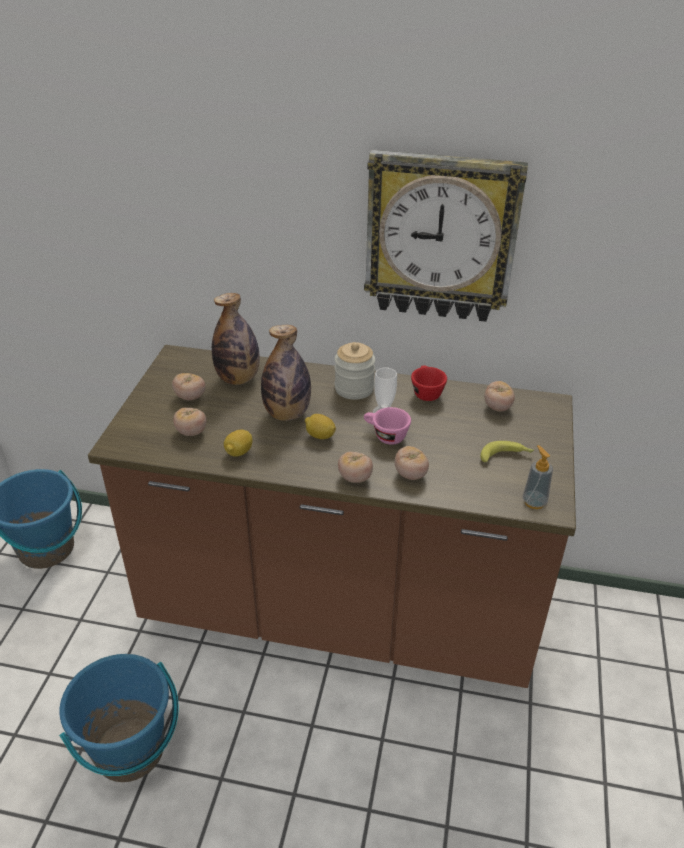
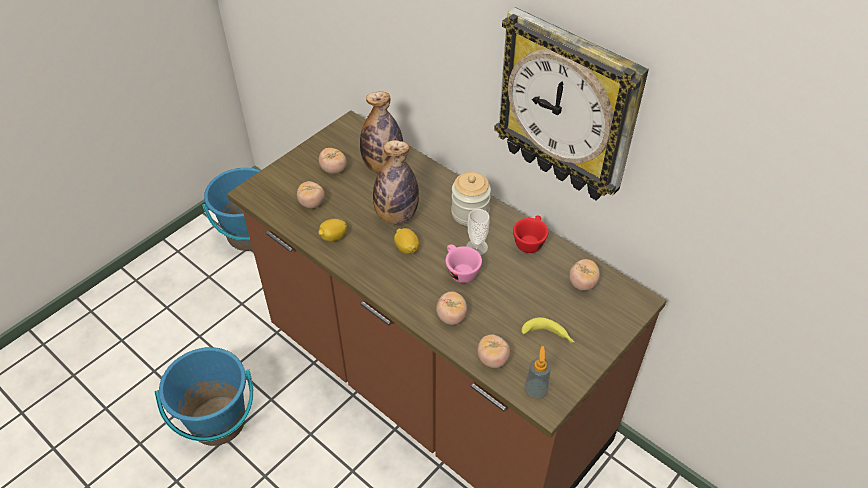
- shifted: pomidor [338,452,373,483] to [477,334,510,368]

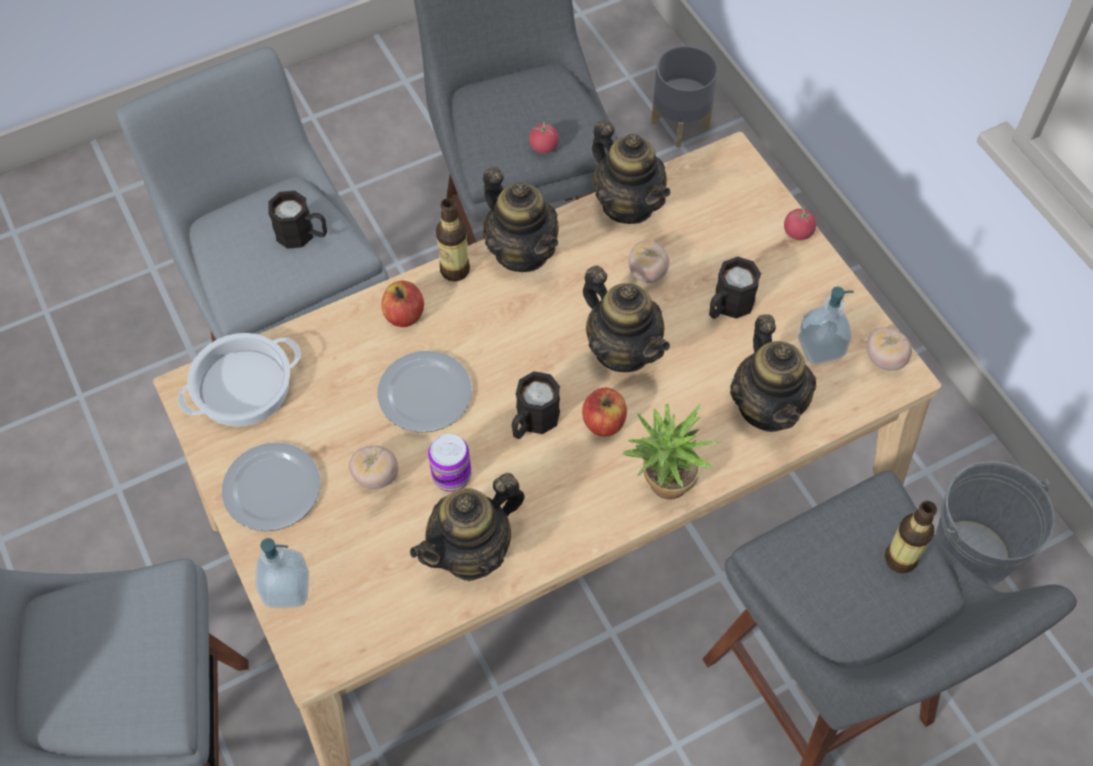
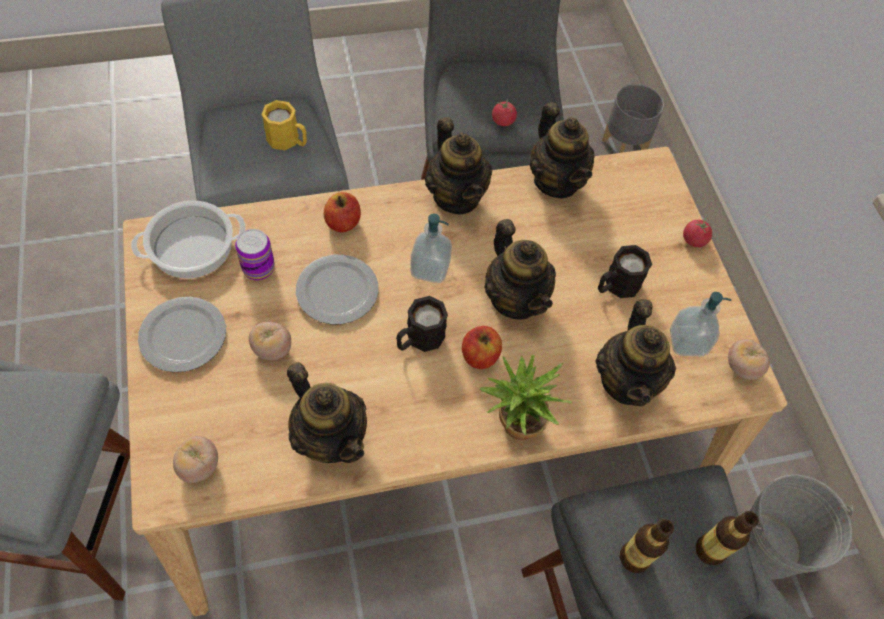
- repainted: kubek [czarny] [268,191,327,249] to kubek [żółty] [261,100,307,150]
- shifted: butelka [436,198,470,281] to [620,519,674,573]
- shifted: pomidor [628,241,669,283] to [173,436,218,483]
- shifted: puszka [428,434,471,492] to [235,229,275,280]
- rotated: imbryk [410,473,525,581] = [287,362,367,463] 105 degrees counterclockwise
- shifted: dozownik mydła [255,538,309,608] to [410,214,452,283]

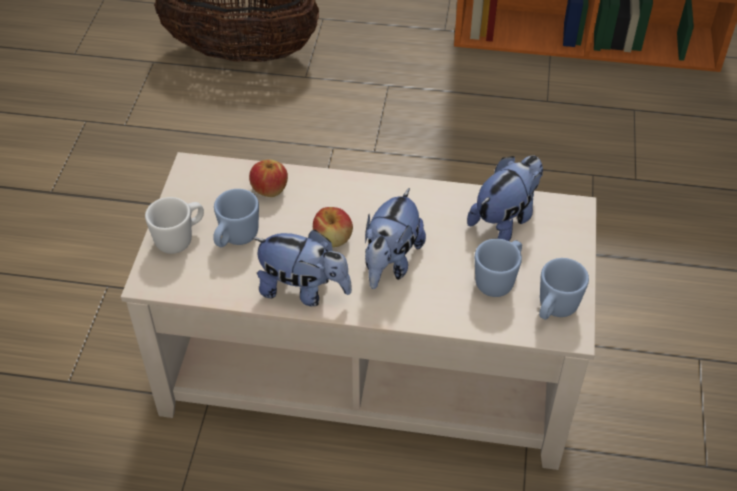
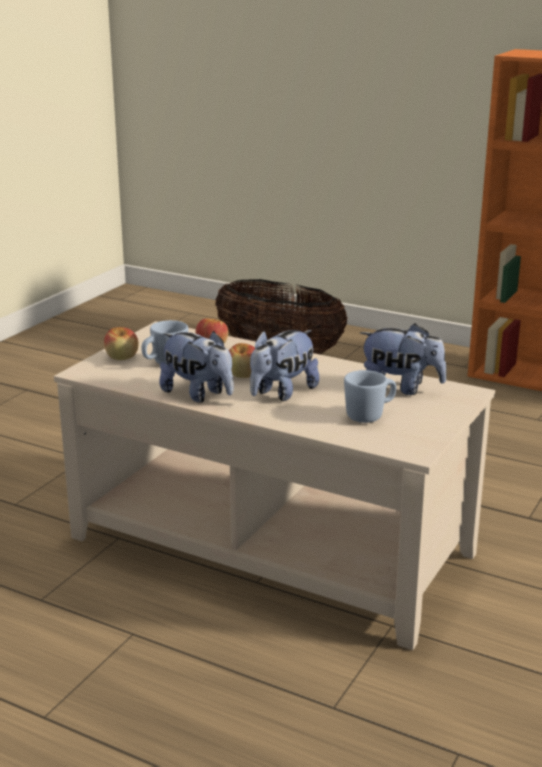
- rotated: pluszak [467,155,543,241] = [360,323,447,395] 45 degrees clockwise
- swapped: kubek [biały] [145,197,204,254] to jabłko [104,327,139,360]
- gone: kubek [niebieski] [539,258,589,320]

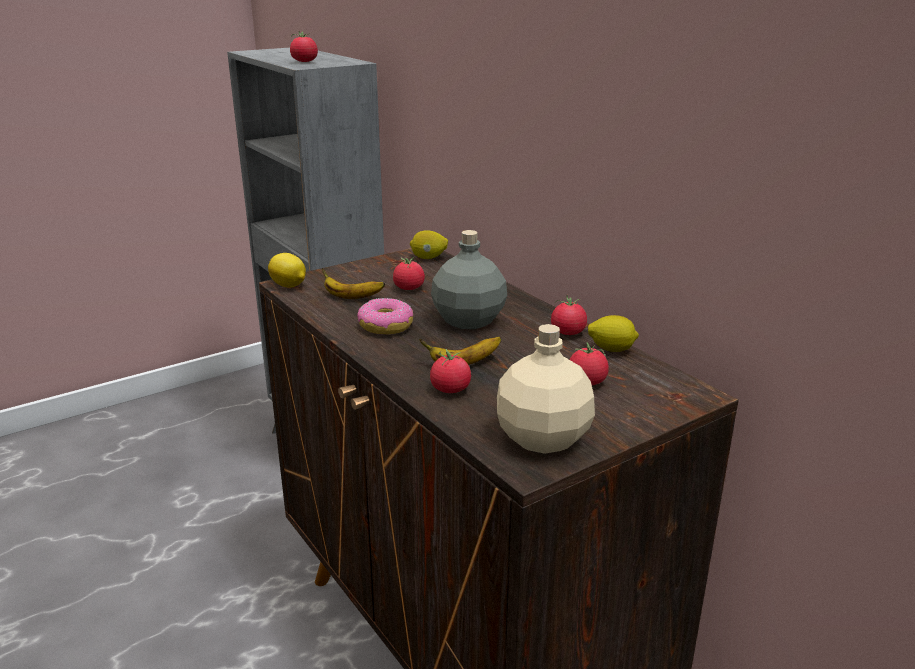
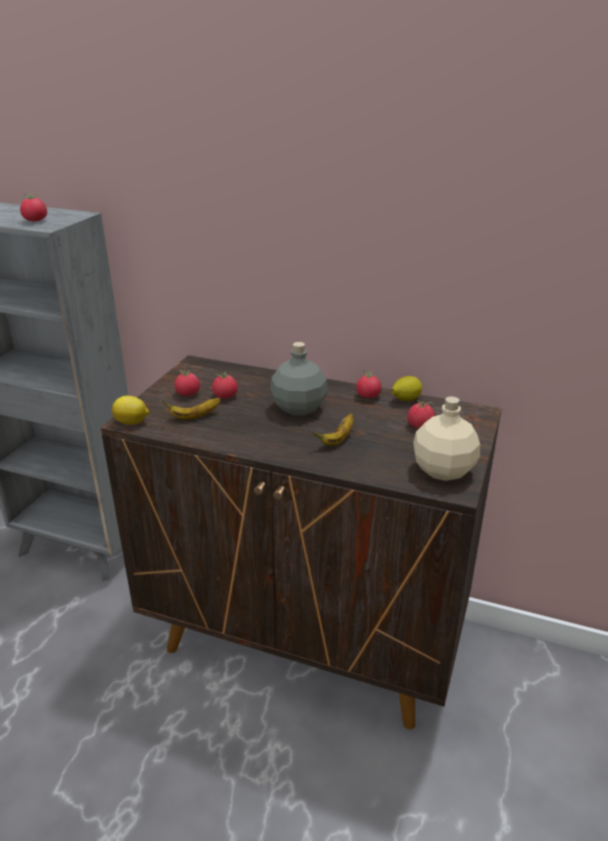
- gone: cytryna [410,230,448,259]
- gone: donut [357,298,413,334]
- shifted: pomidor [430,349,471,393] to [174,370,200,396]

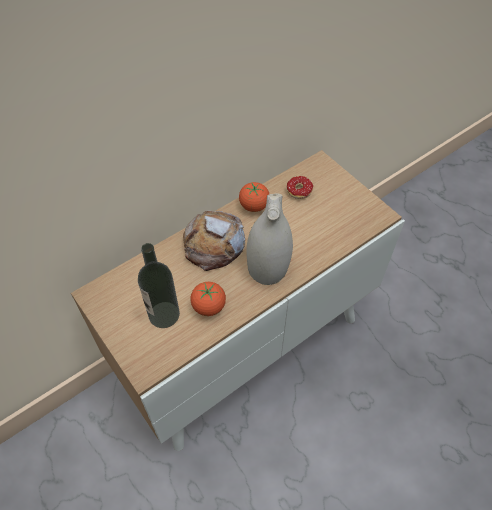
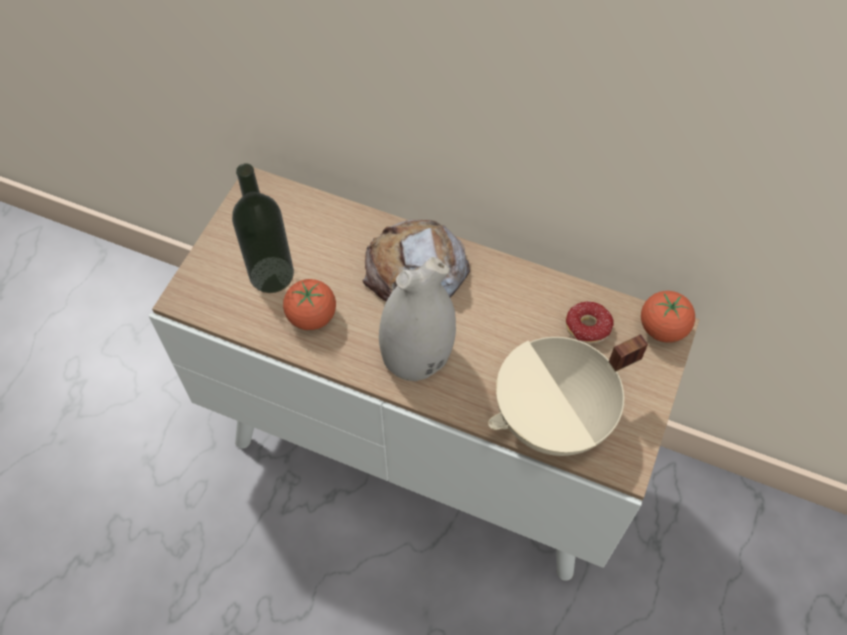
- shifted: pomidor [239,182,269,212] to [641,291,695,343]
- new: garnek [beżowy] [488,334,648,456]

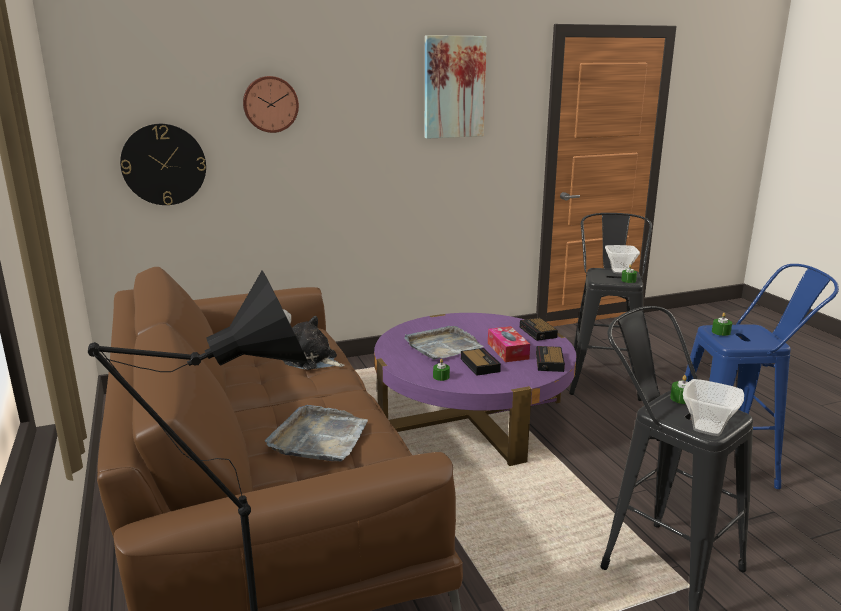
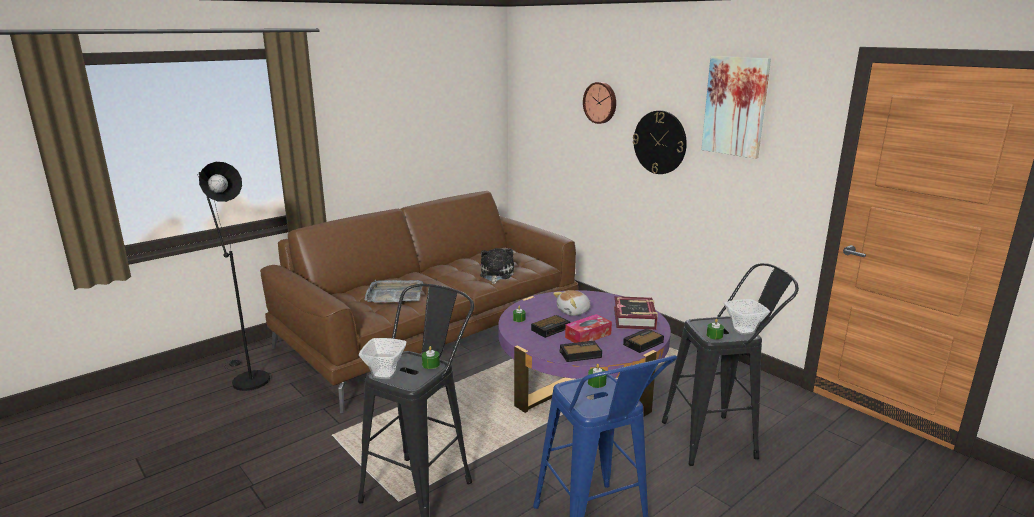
- shifted: zegar ścienny [120,124,206,205] to [633,110,687,174]
- swapped: taca [szary] [404,326,484,360] to pluszak [553,290,591,316]
- new: książka [614,296,658,330]

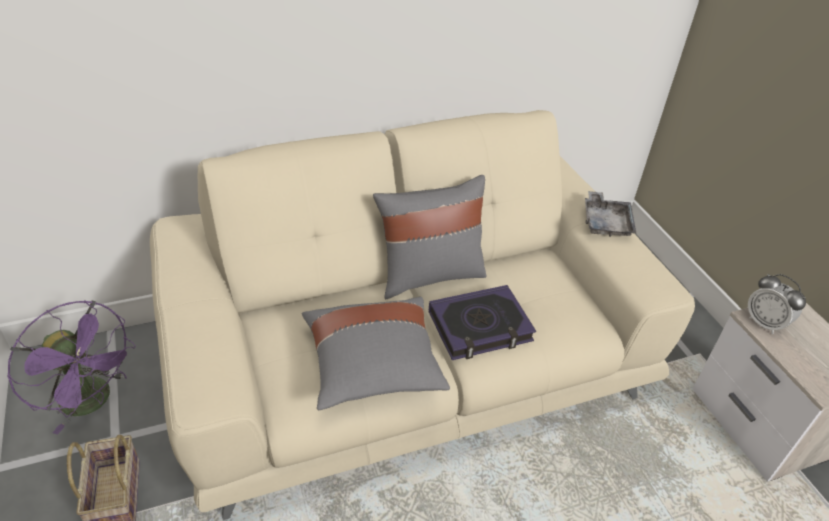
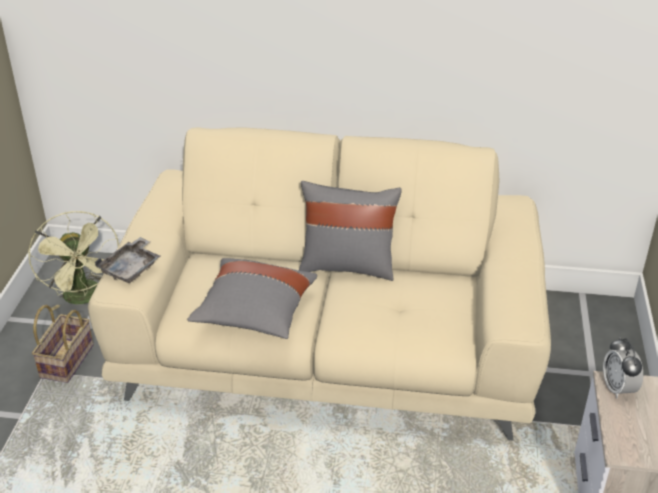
- shifted: taca [szary] [585,191,637,237] to [95,237,160,283]
- gone: książka [429,285,536,360]
- repainted: wentylator [fioletowy] [7,300,136,435] to wentylator [zielony] [28,211,119,310]

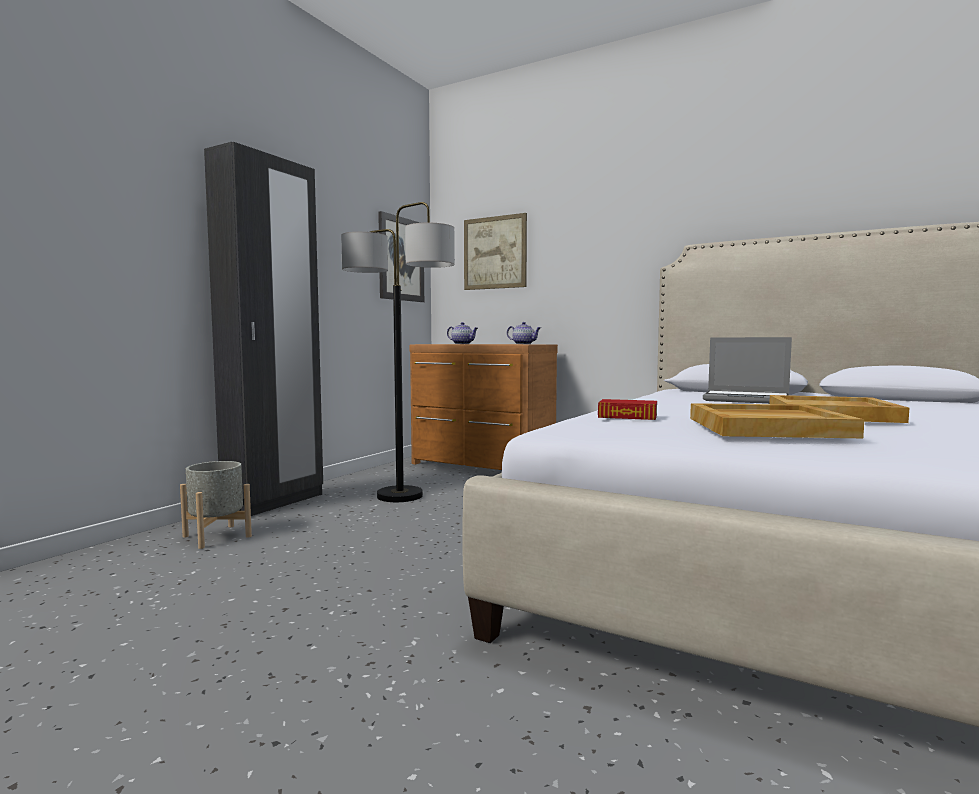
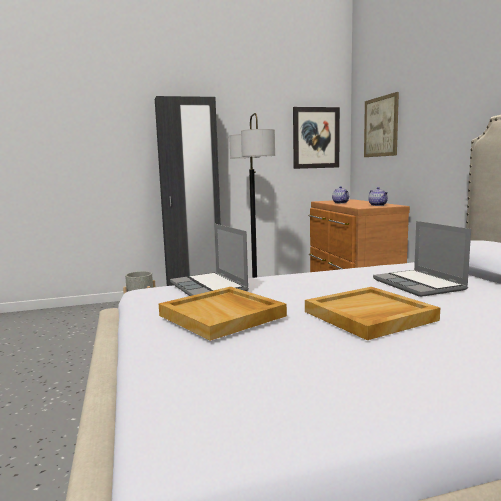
- swapped: książka [598,399,657,420] to laptop [170,224,249,296]

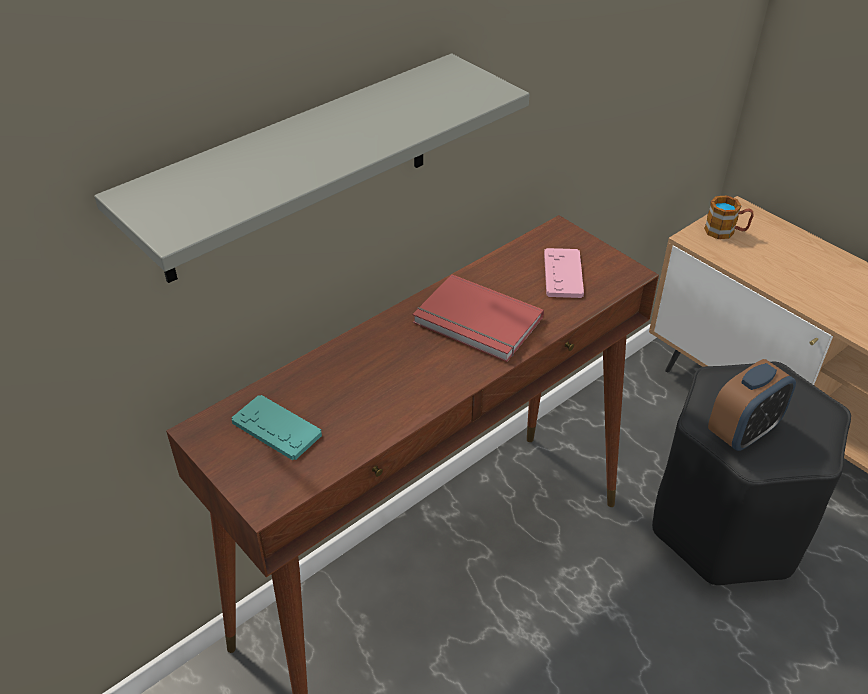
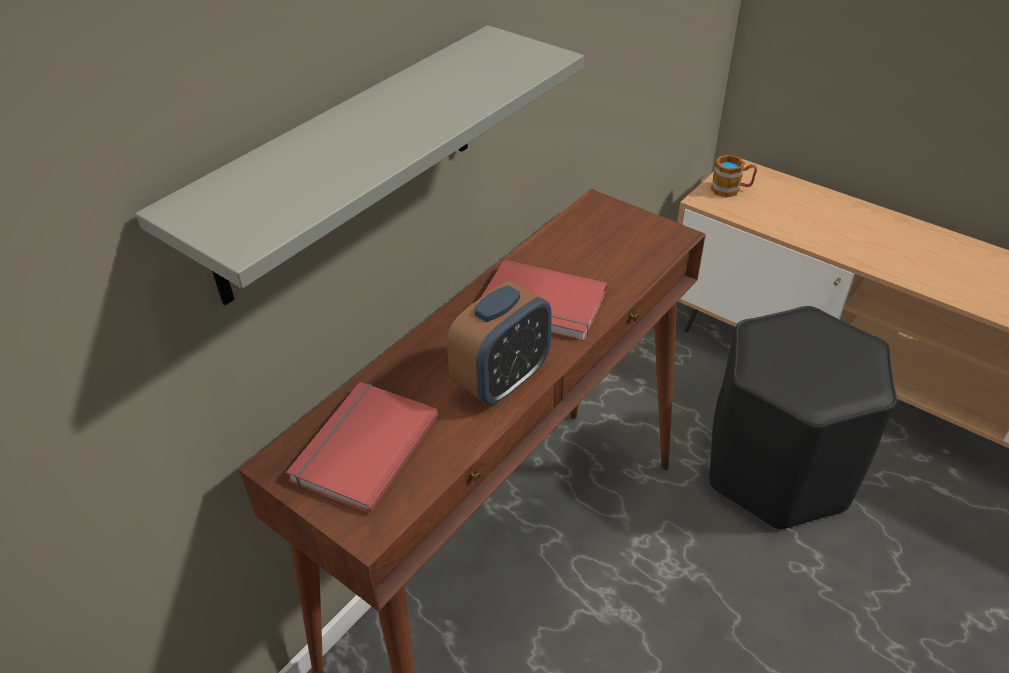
- gone: pad do gier [różowy] [544,248,584,298]
- shifted: budzik [708,359,796,451] to [447,281,552,405]
- swapped: pad do gier [turkusowy] [232,395,322,460] to książka [czerwony] [286,382,438,514]

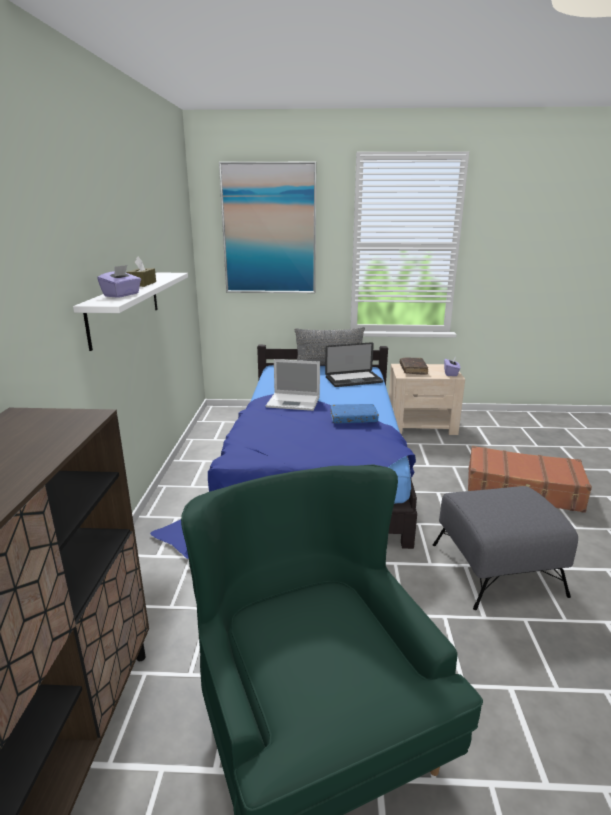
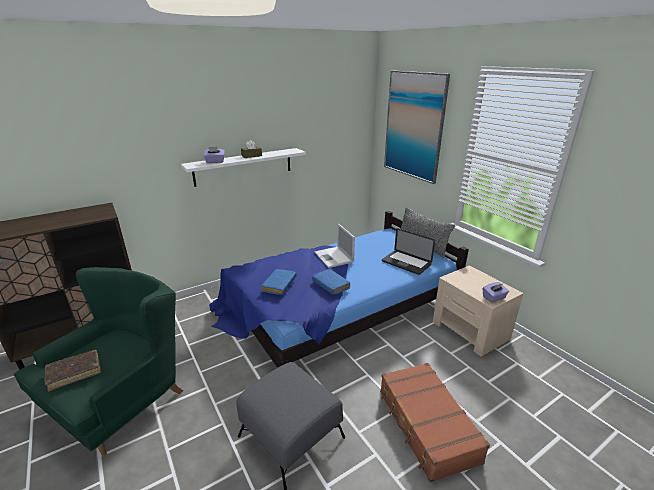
- shifted: książka [brązowy] [400,358,428,375] to [45,350,101,391]
- new: książka [niebieski] [261,269,296,295]

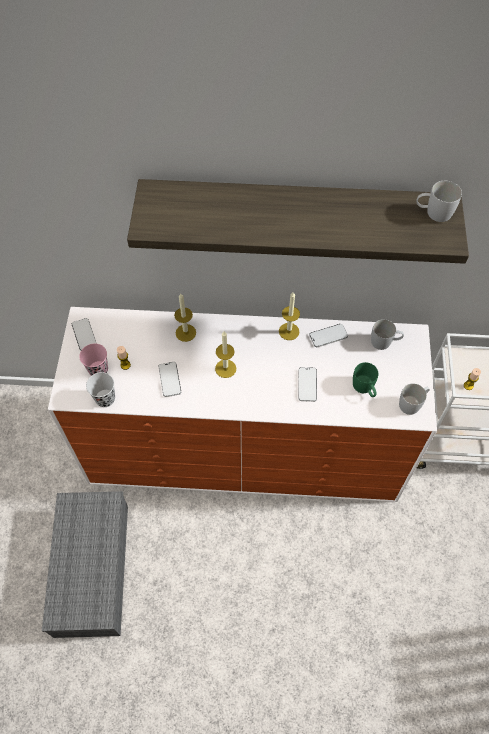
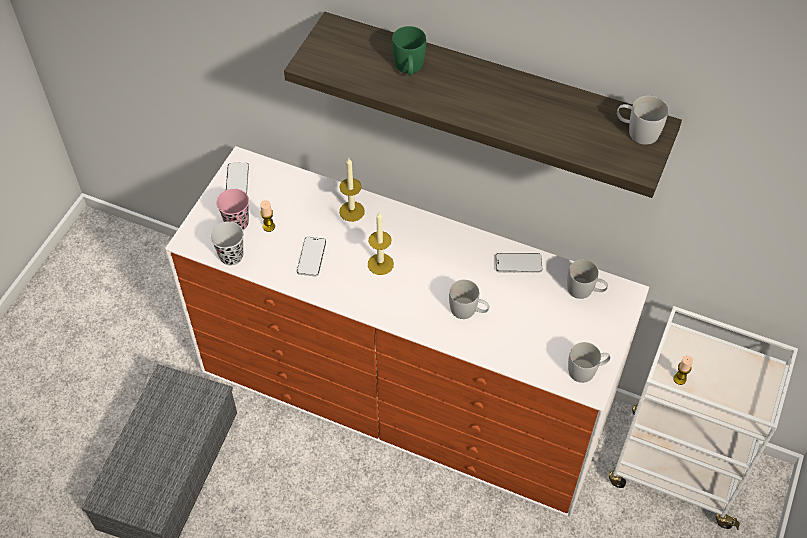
- gone: świeca [279,292,300,340]
- shifted: kubek [zielony] [353,362,378,397] to [392,26,426,76]
- swapped: telefon [298,367,317,402] to kubek [biały] [449,279,489,319]

